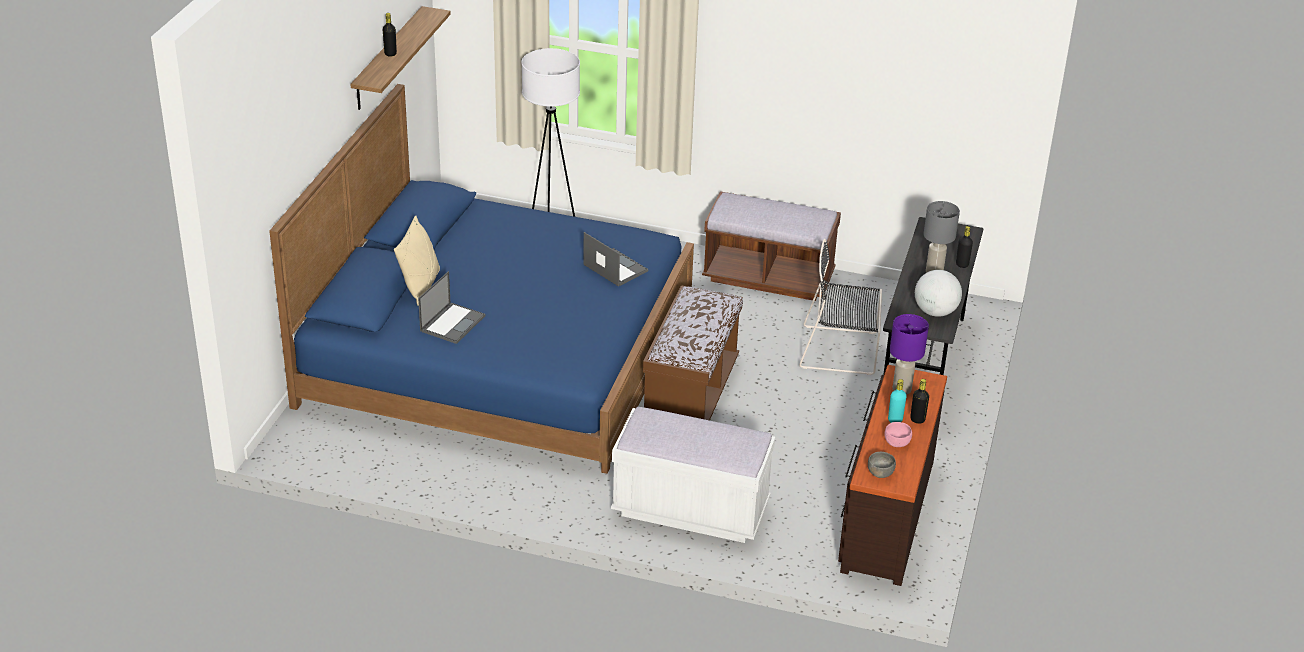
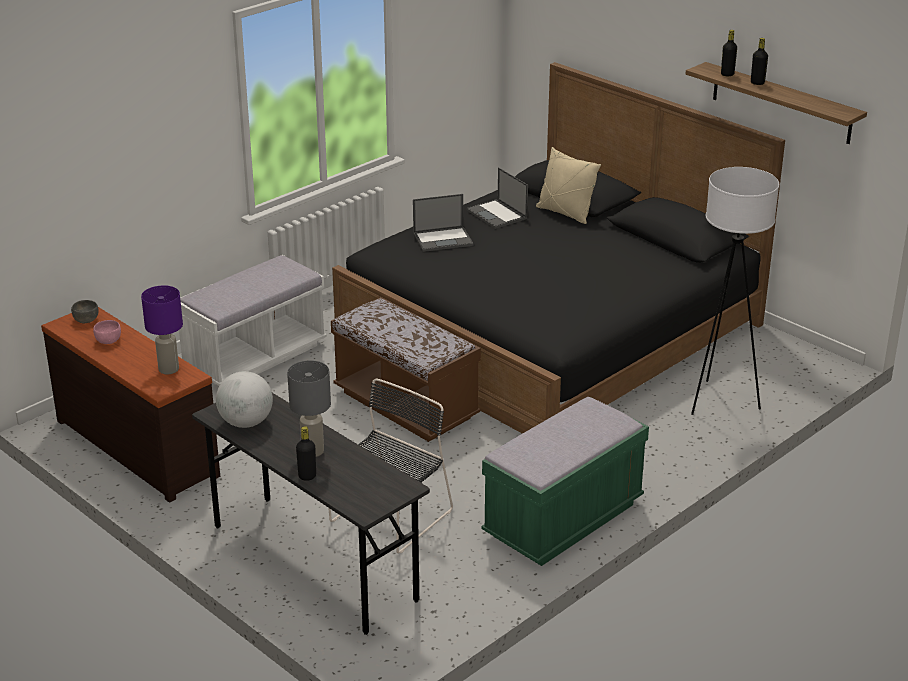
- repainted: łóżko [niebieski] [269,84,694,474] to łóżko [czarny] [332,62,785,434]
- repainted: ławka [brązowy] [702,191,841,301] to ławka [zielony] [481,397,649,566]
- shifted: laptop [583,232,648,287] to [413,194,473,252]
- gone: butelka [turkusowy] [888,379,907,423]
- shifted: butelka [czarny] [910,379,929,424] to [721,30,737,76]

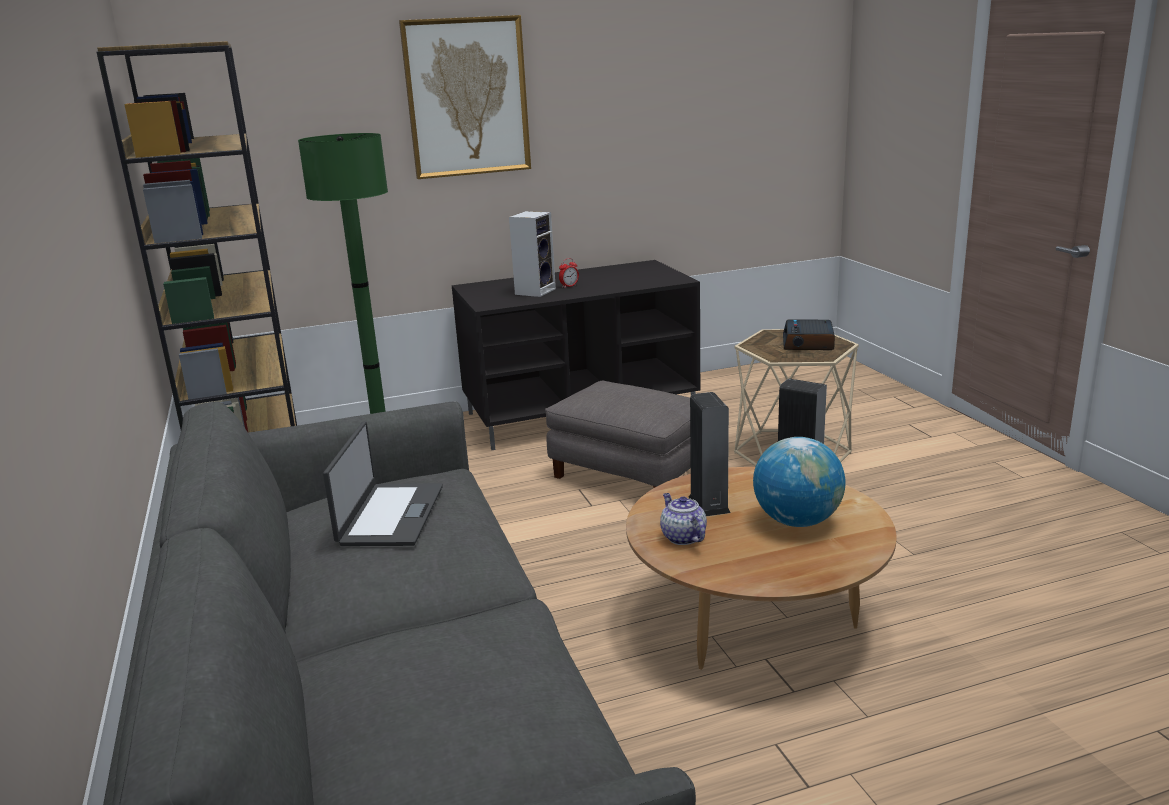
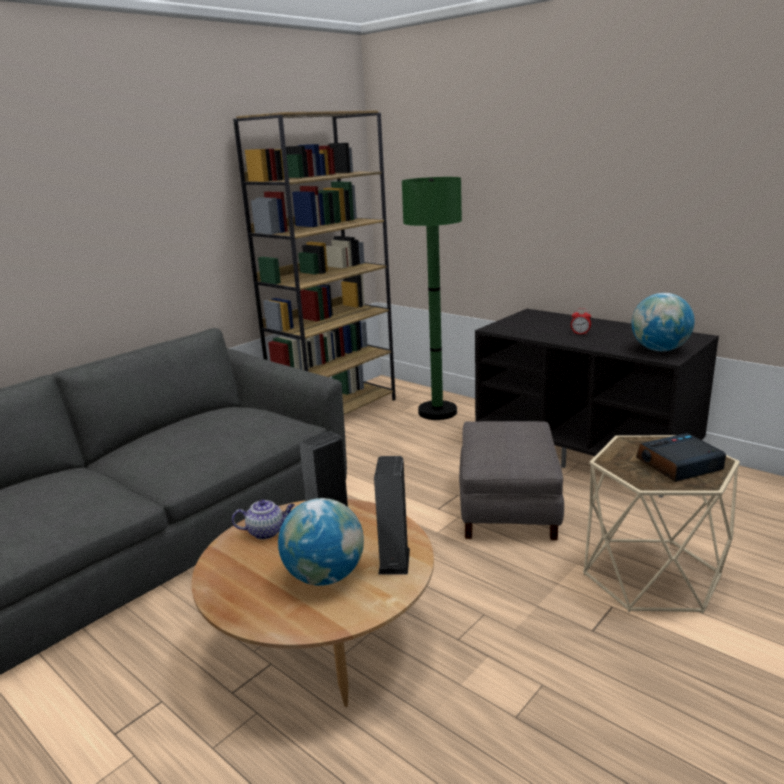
- gone: obraz [399,15,531,179]
- gone: głośnik [509,211,556,297]
- gone: laptop [323,421,443,546]
- rotated: imbryk [660,493,707,545] = [232,500,295,540] 45 degrees clockwise
- new: globus [632,293,695,351]

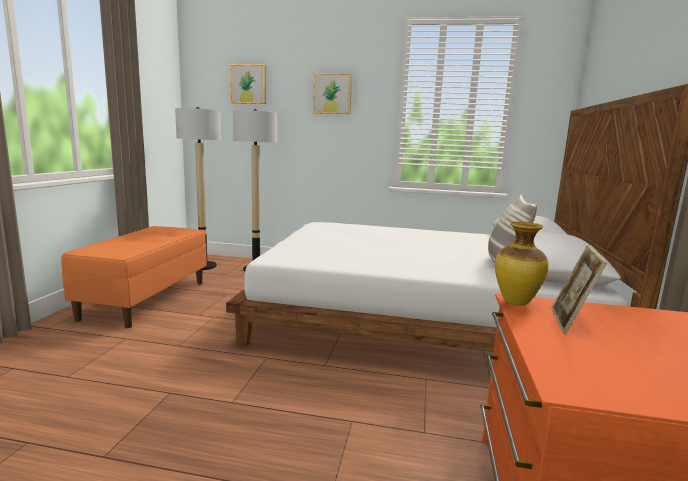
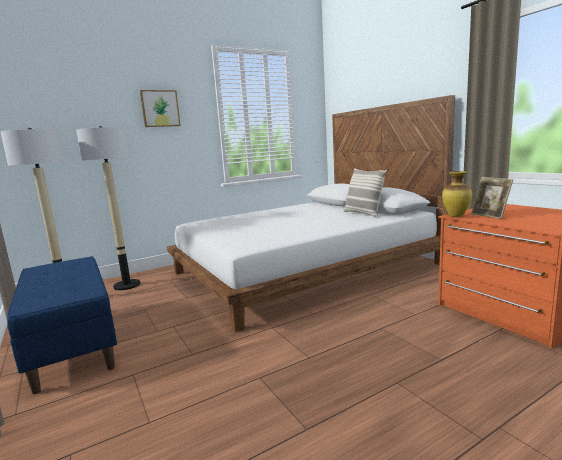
- gone: obraz [229,64,266,104]
- repainted: ławka [pomarańczowy] [61,226,207,328] to ławka [niebieski] [7,256,117,394]

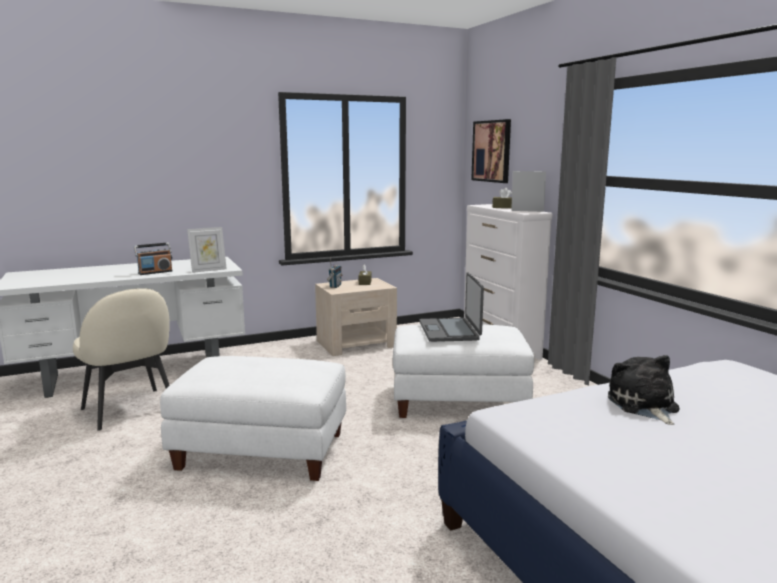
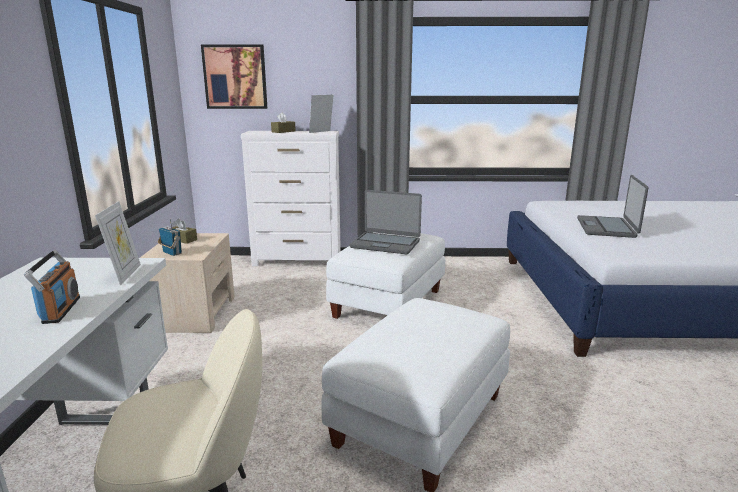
- swapped: pluszak [608,355,679,425] to laptop [577,175,648,238]

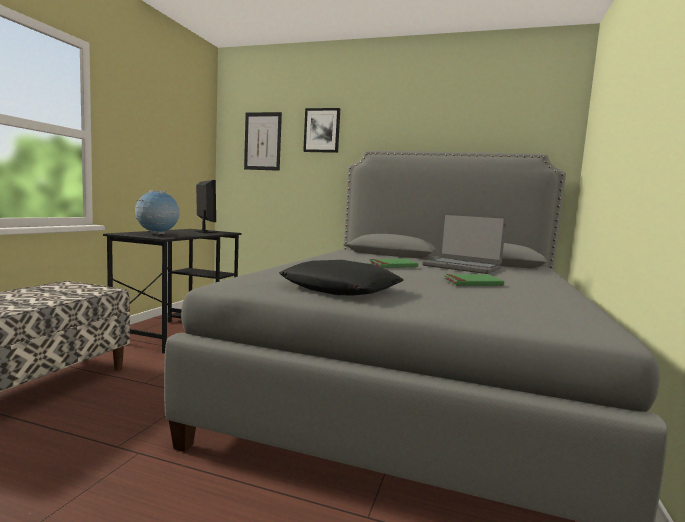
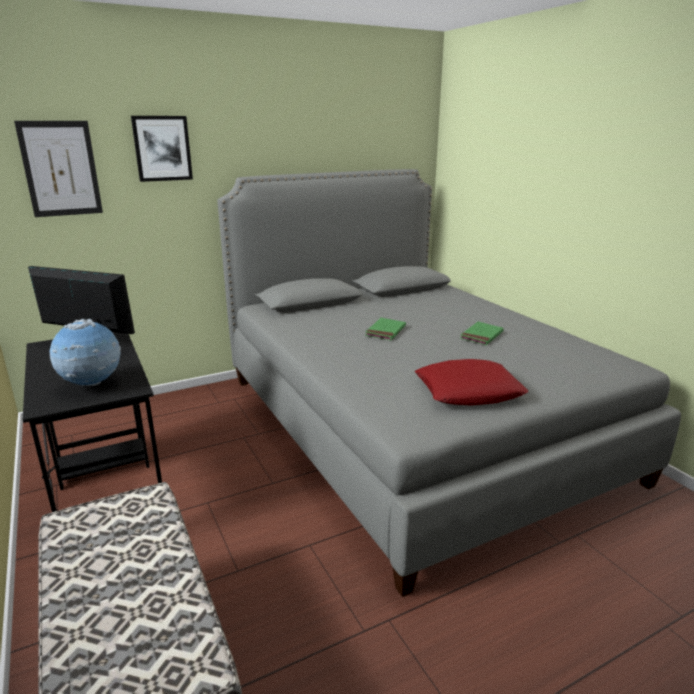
- gone: laptop [422,213,506,274]
- repainted: poduszka [czarny] [279,260,404,296] to poduszka [czerwony] [415,359,528,406]

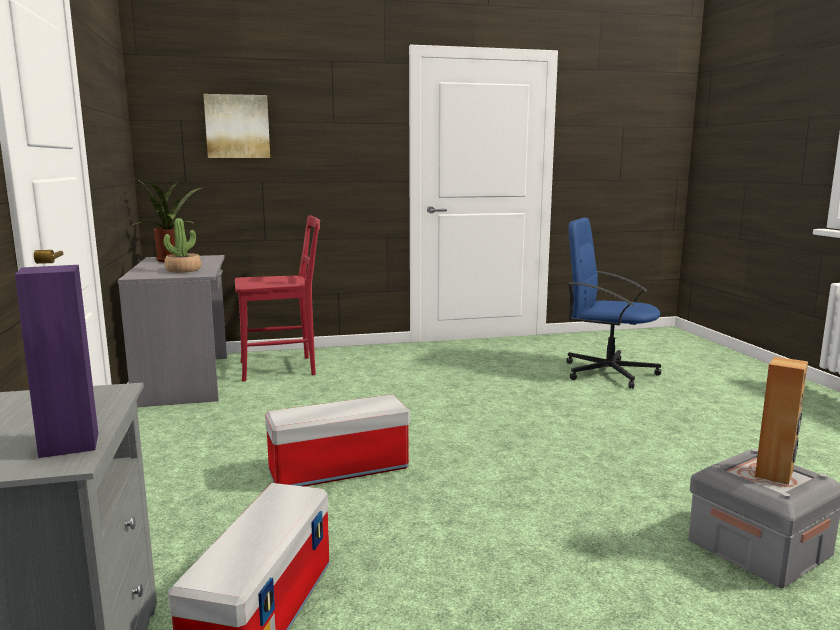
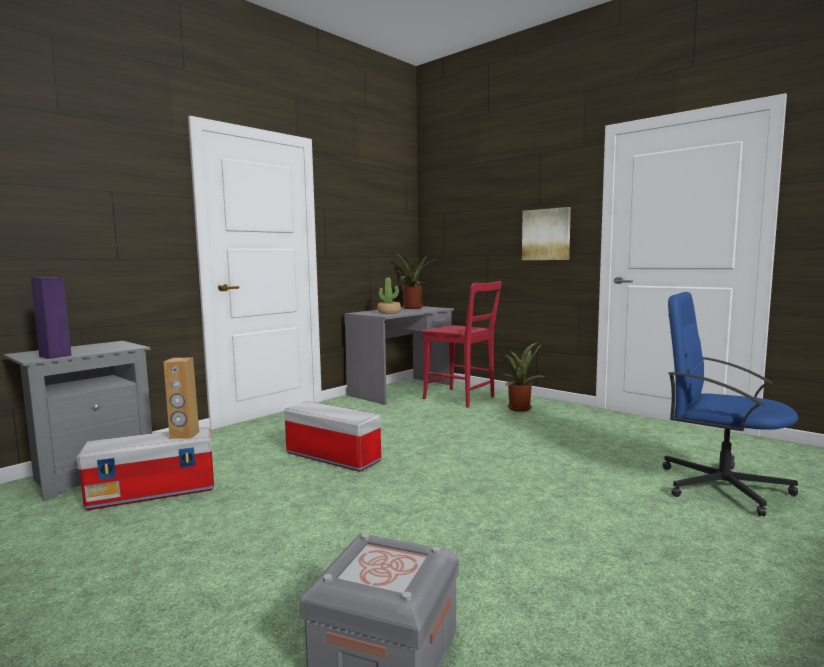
- shifted: obraz [203,94,270,158] to [522,207,571,260]
- rotated: krzesło biurowe [niebieski] [566,217,661,388] = [662,292,798,516] 45 degrees counterclockwise
- shifted: głośnik [brązowy] [755,357,808,485] to [164,358,199,439]
- new: roślina doniczkowa [496,342,545,412]

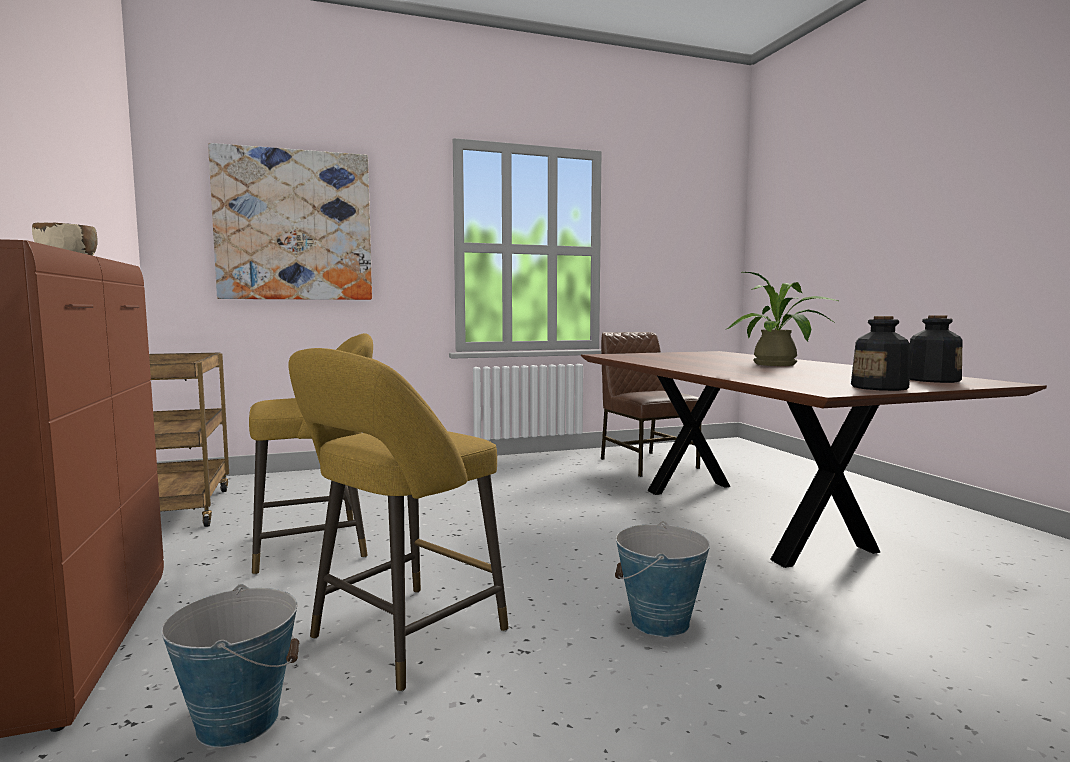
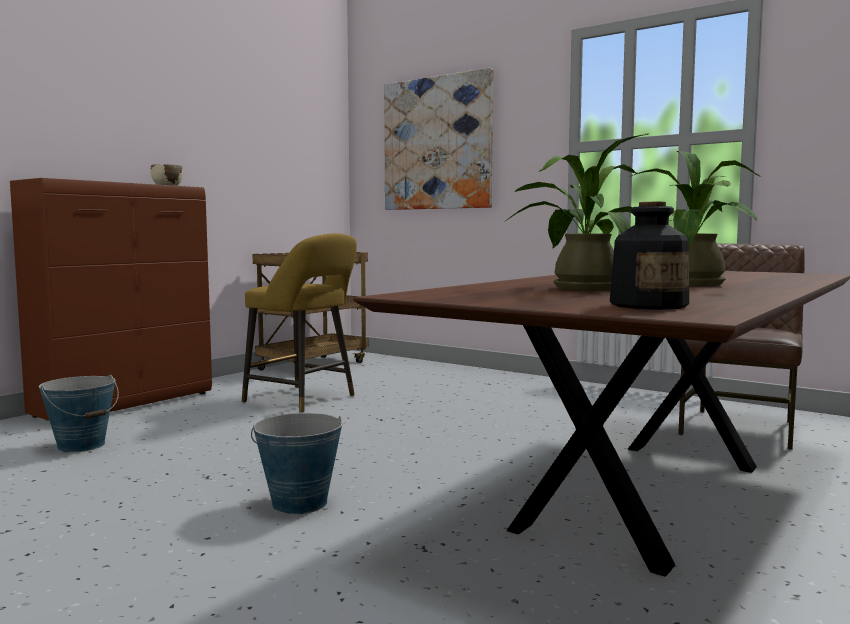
- gone: butelka [851,316,910,391]
- gone: stołek [żółty] [289,348,509,692]
- new: roślina doniczkowa [506,133,648,291]

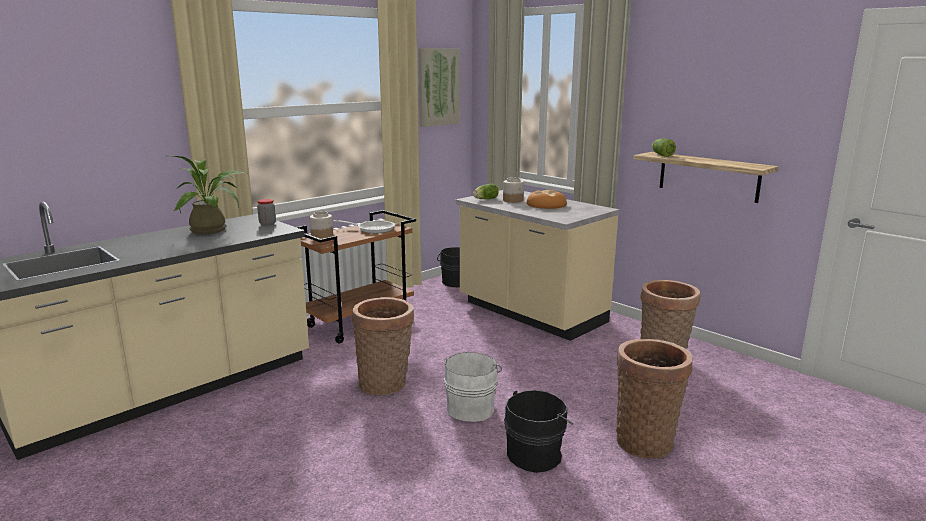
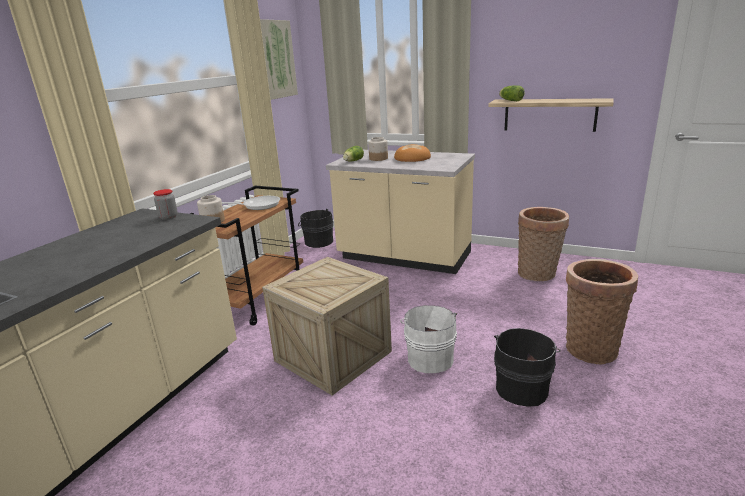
- gone: roślina doniczkowa [174,156,249,234]
- swapped: koszyk [352,297,414,396] to skrzynka [262,257,392,395]

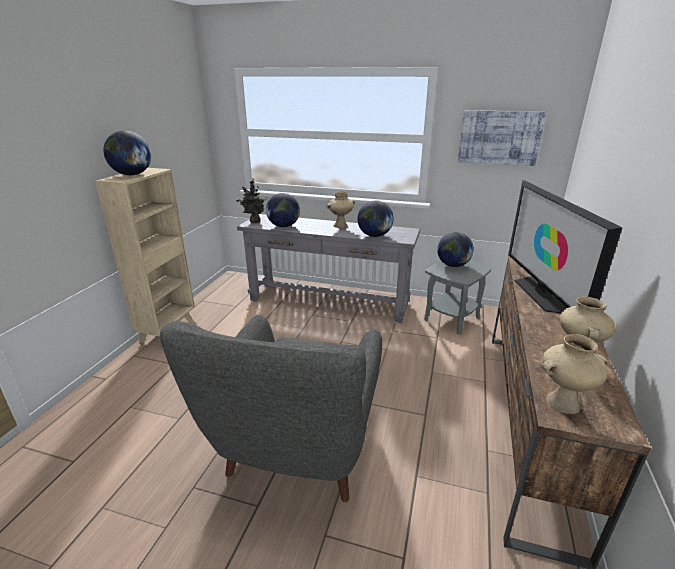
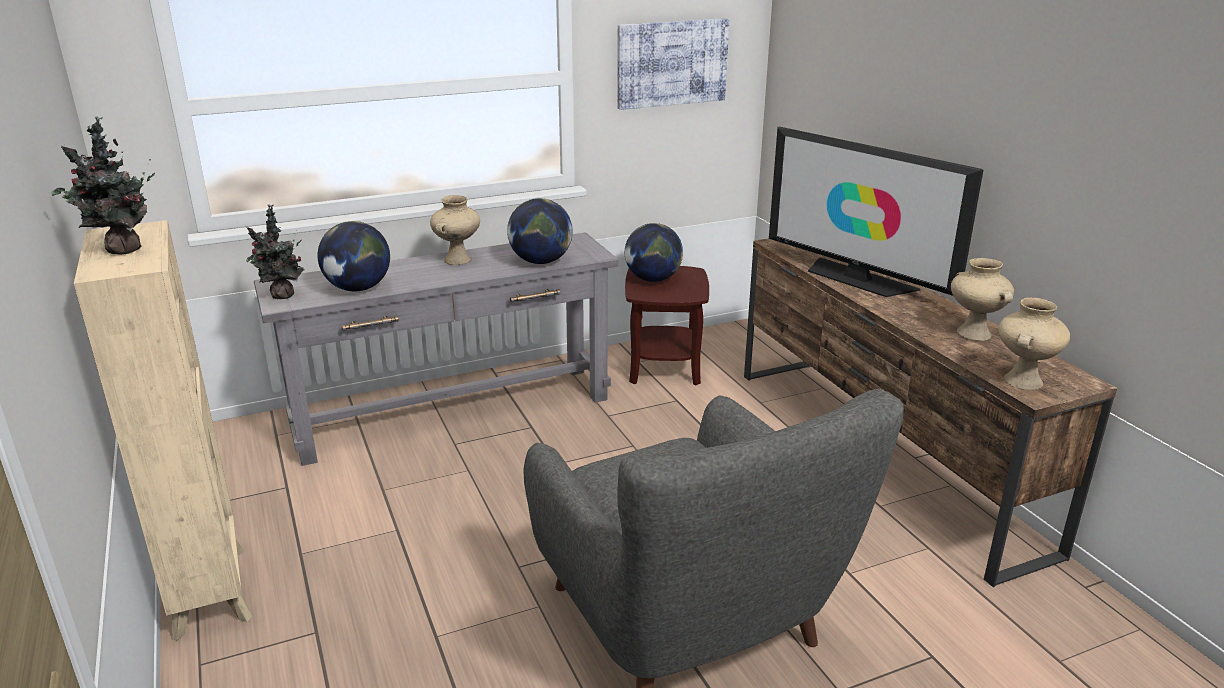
- swapped: globus [103,130,151,175] to roślina doniczkowa [51,116,155,255]
- repainted: stolik [szary] [424,260,491,334] to stolik [brązowy] [625,266,709,386]

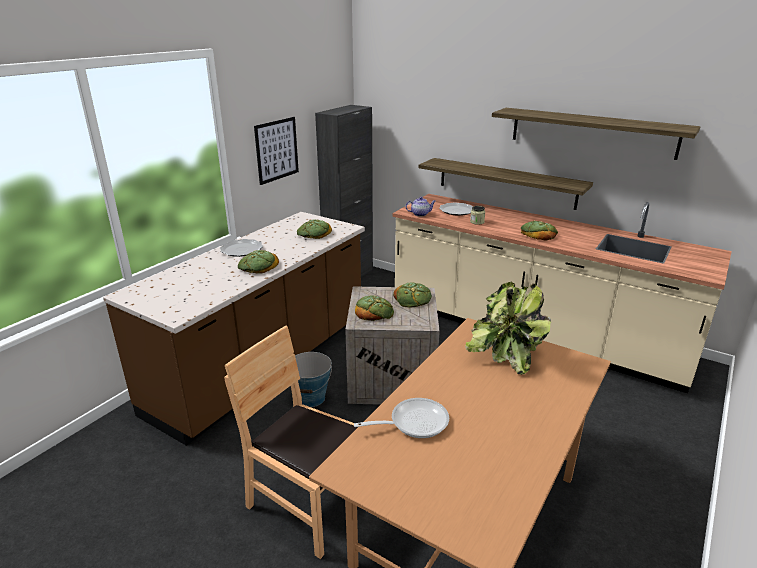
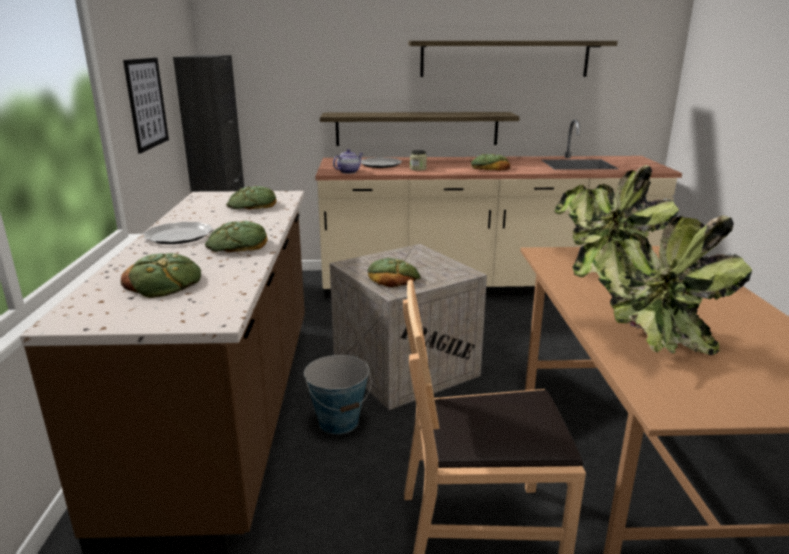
- shifted: chleb [393,282,432,308] to [121,253,201,298]
- swapped: patelnia [354,398,449,438] to roślina doniczkowa [572,216,752,356]

